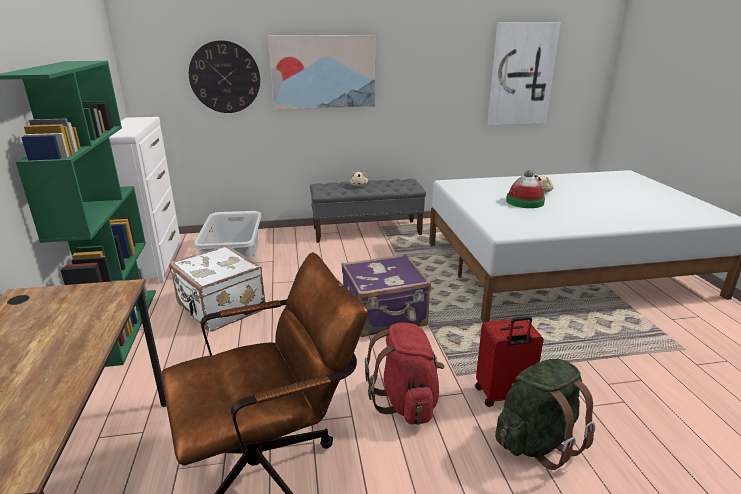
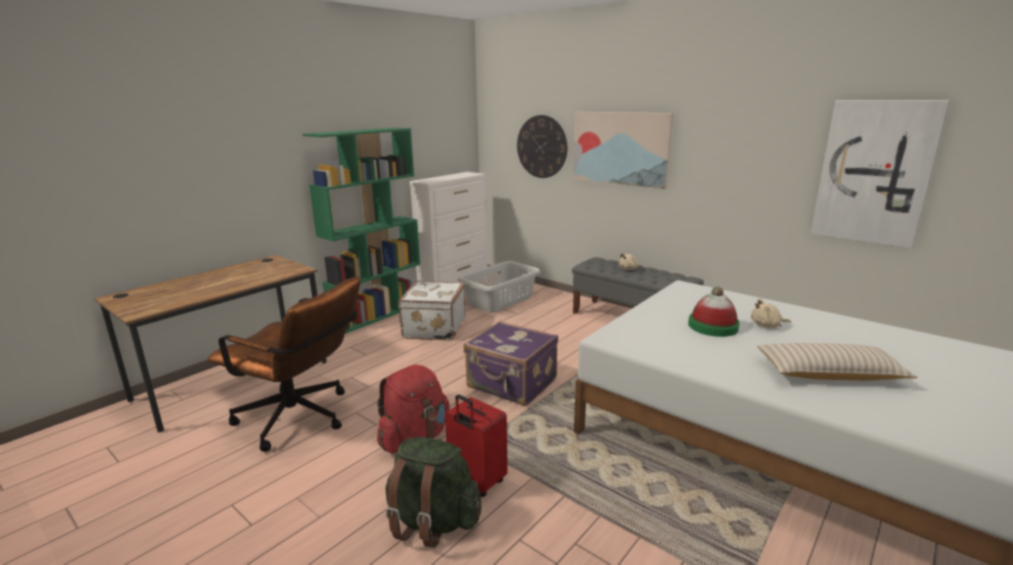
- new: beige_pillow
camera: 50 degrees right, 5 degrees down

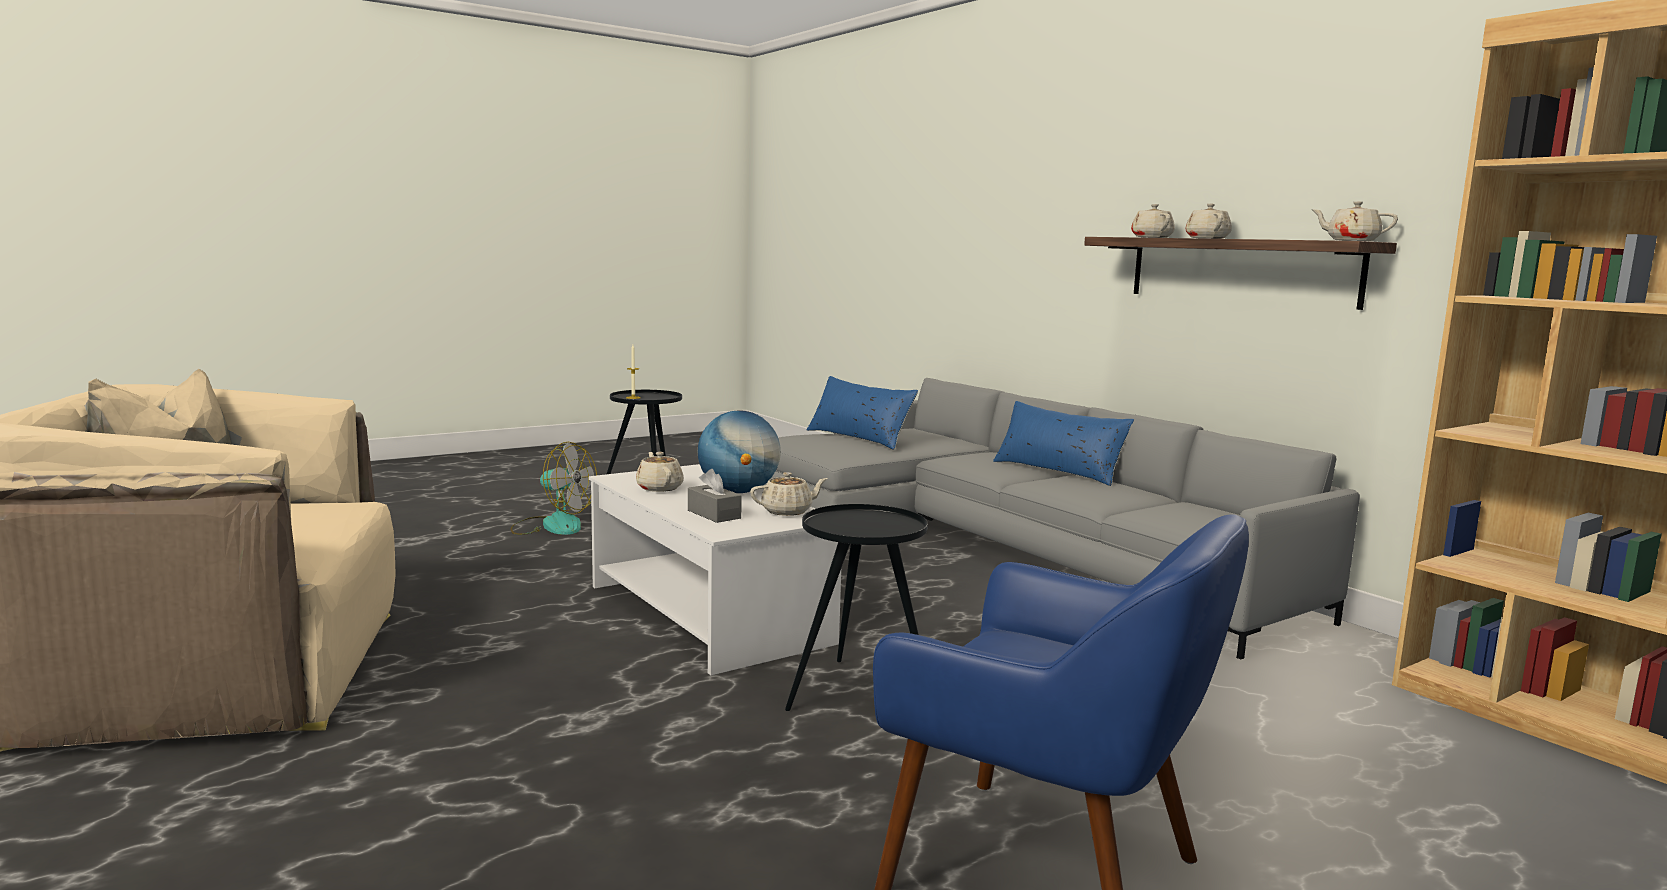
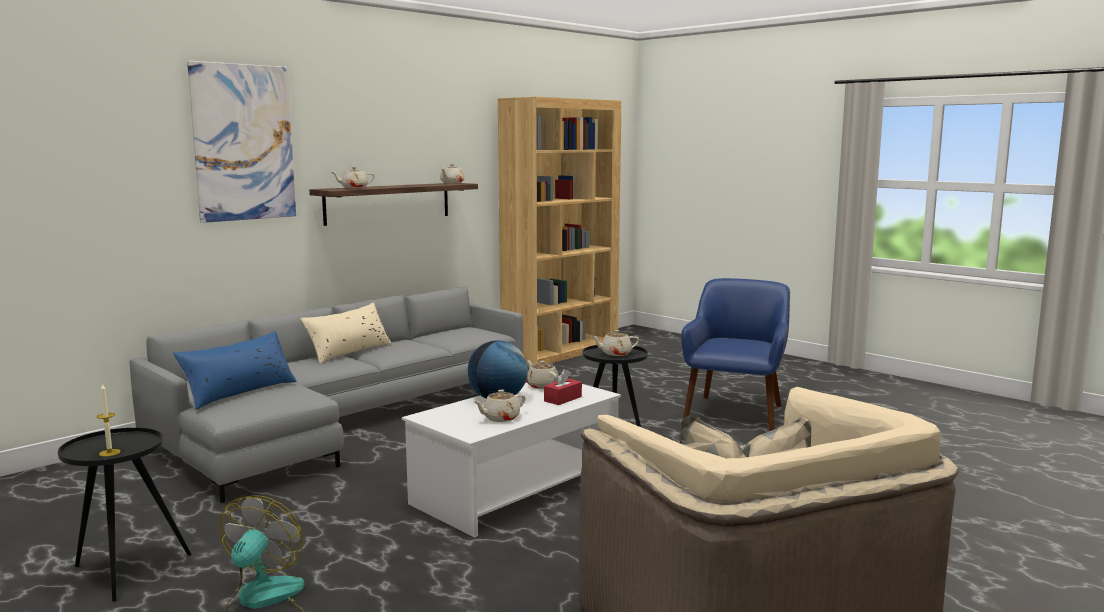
- repainted: grey_tissue_box to red_tissue_box
- repainted: blue_pillow (no. 2 from left) to beige_pillow
- shifted: beige_teapot (no. 4 from left in the first image) to beige_teapot (no. 5 from left)
- new: picture
camera: 100 degrees left, 0 degrees up

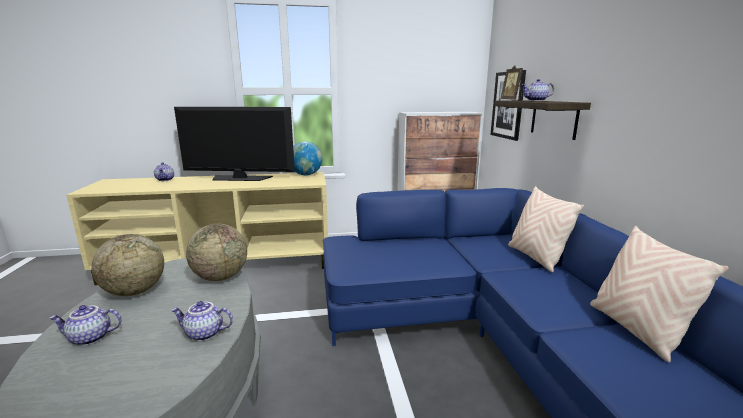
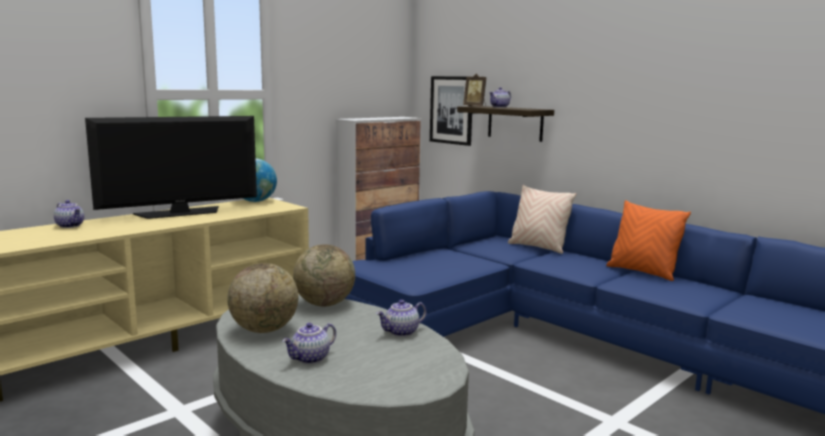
- repainted: beige_pillow (no. 2 from left) to orange_pillow
camera: 35 degrees left, 5 degrees down

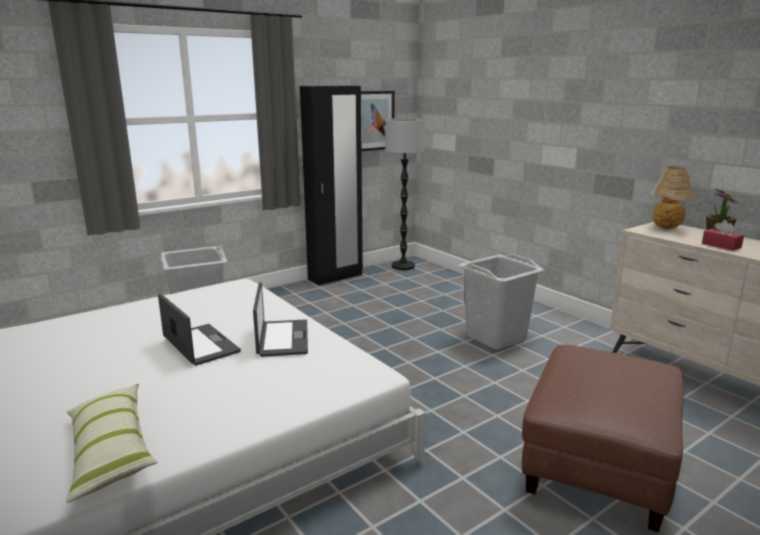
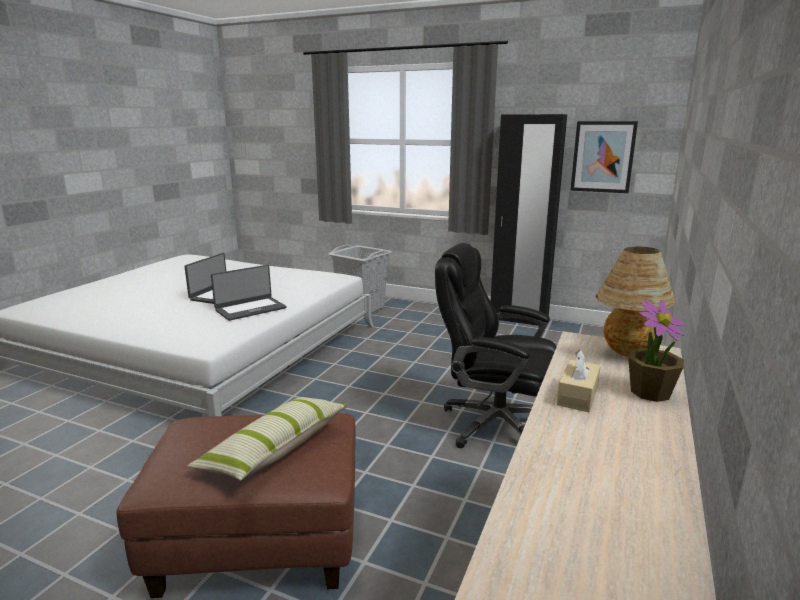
- shifted: pillow
- gone: floor_lamp
- swapped: grey_laundry_basket (no. 2 from left) to black_office_chair
- repainted: red_tissue_box to beige_tissue_box
camera: 60 degrees right, 0 degrees up

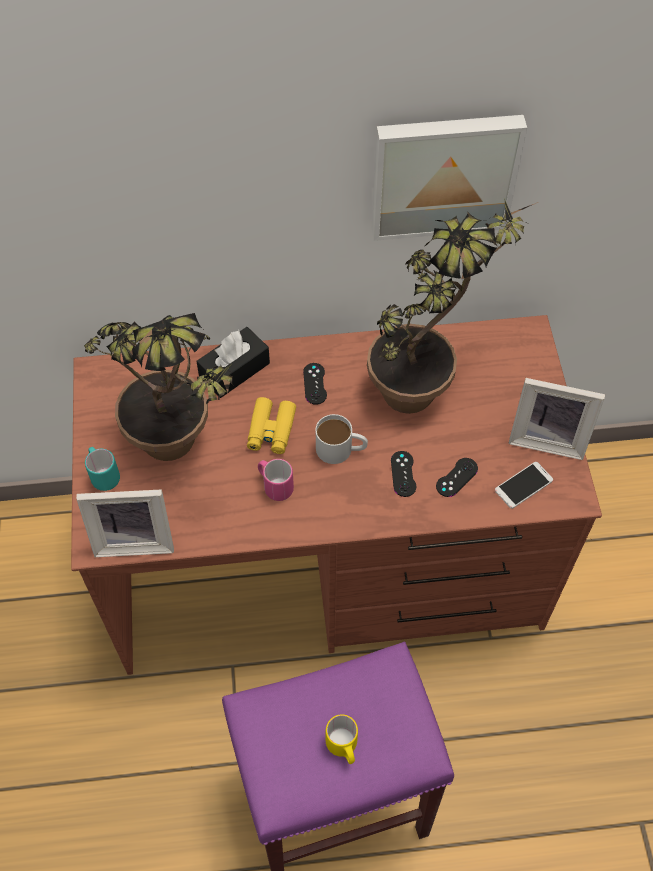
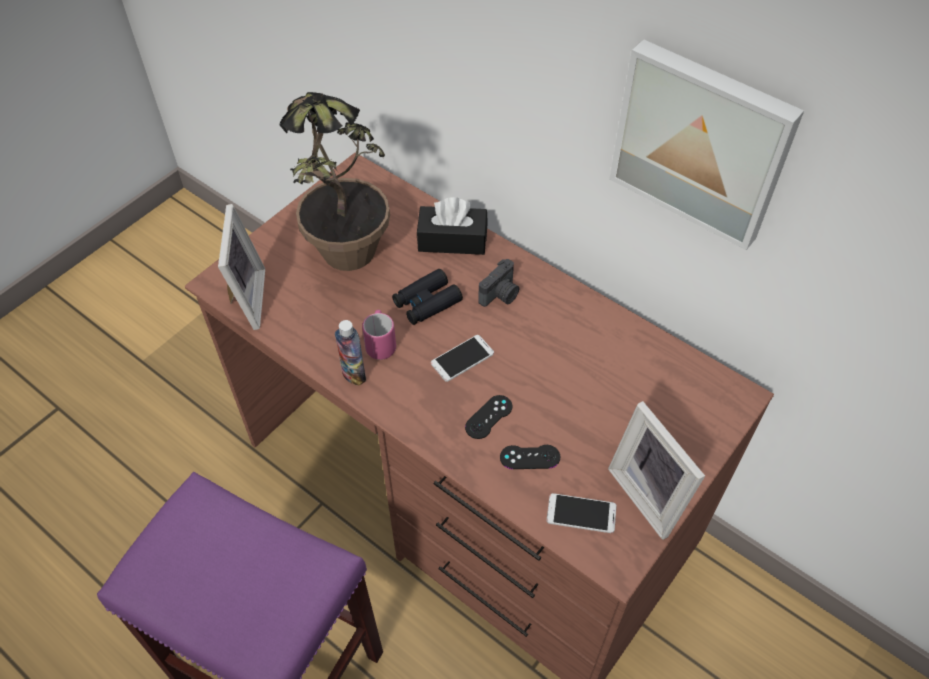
- rotated: picture_frame (no. 1 from left) 135 degrees counterclockwise
- gone: turquoise_mug
- repainted: yellow_binoculars to black_binoculars
- swapped: black_game_controller (no. 1 from left) to photo_camera
- swapped: white_mug to phone (no. 1 from left)
- gone: yellow_mug
- gone: potted_plant (no. 2 from left)
- new: bottle
camera: 45 degrees right, 5 degrees down

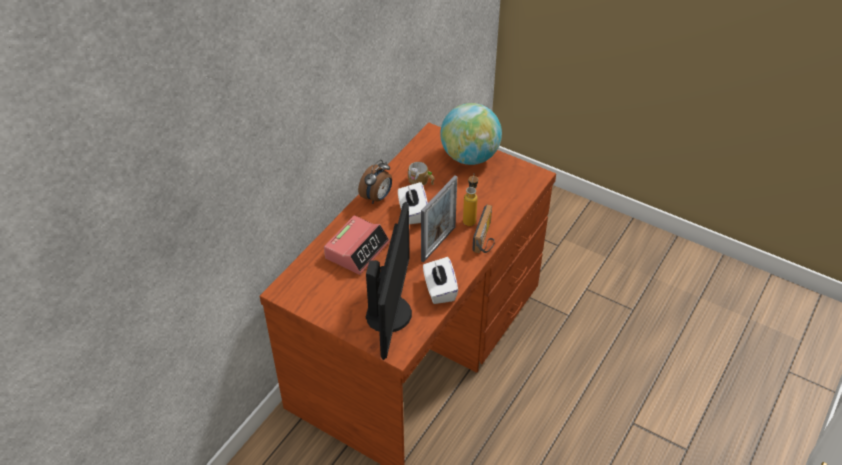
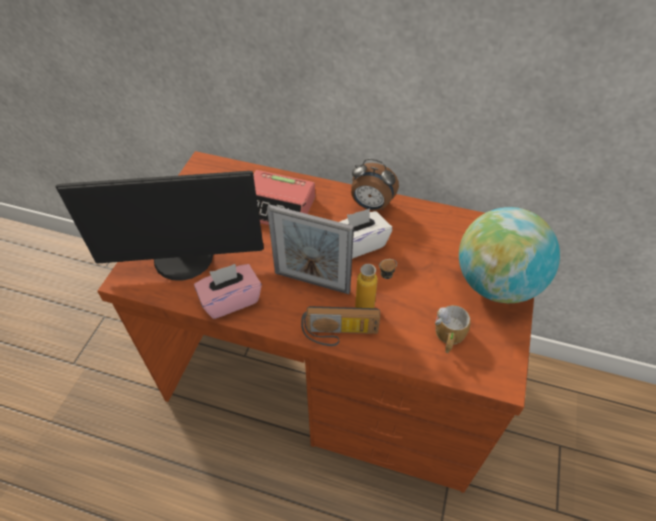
- shifted: mug
- repainted: white_tissue_box (no. 2 from left) to pink_tissue_box
camera: 75 degrees right, 5 degrees up

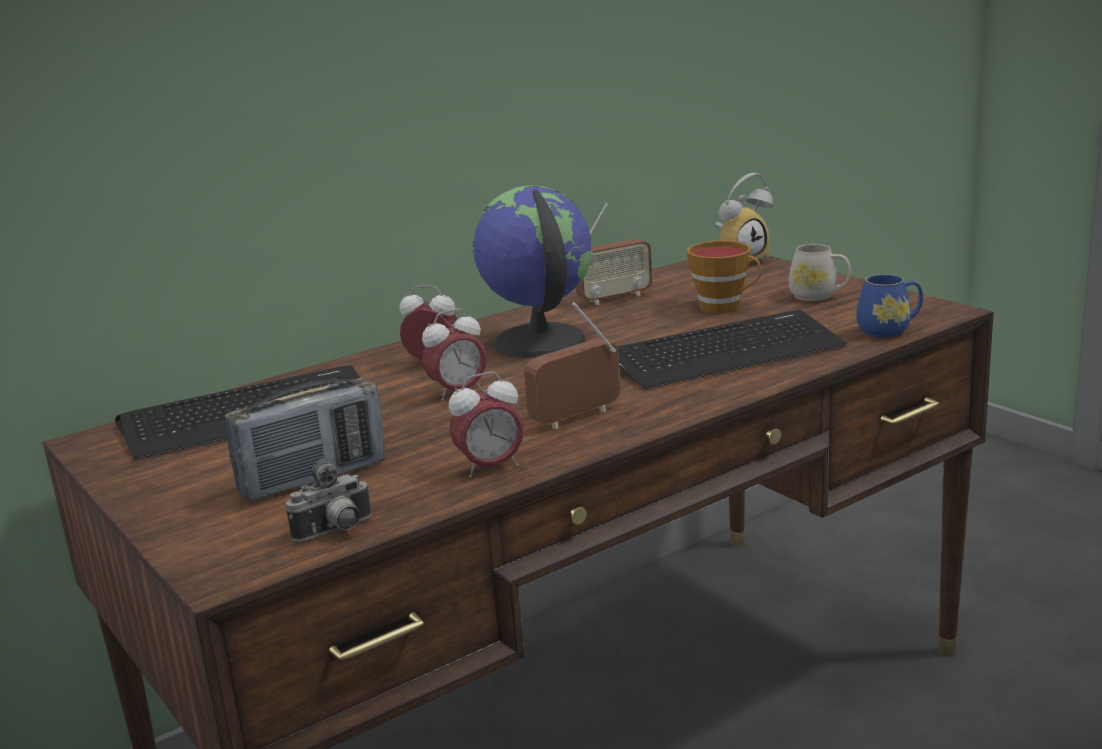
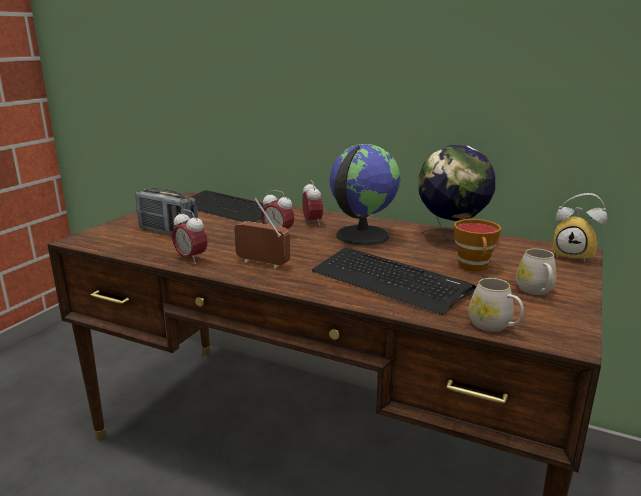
- gone: photo_camera
- swapped: radio (no. 3 from left) to globe (no. 2 from left)
- repainted: blue_mug to white_mug (no. 1 from left)
camera: 60 degrees right, 0 degrees up

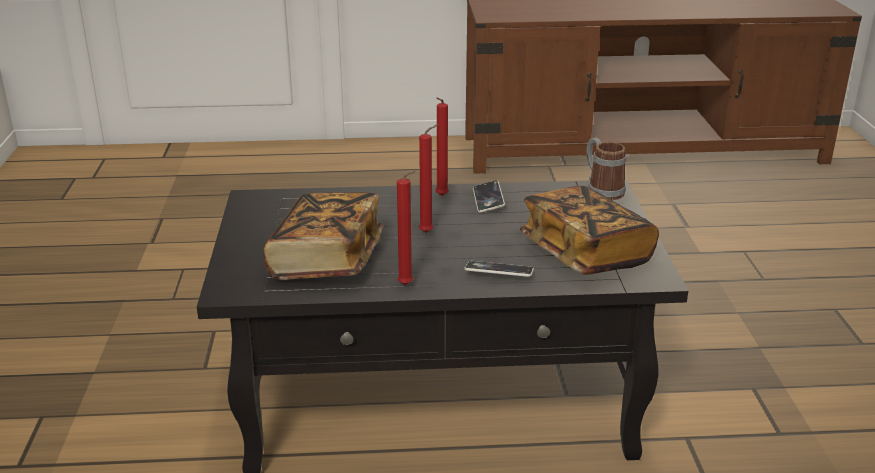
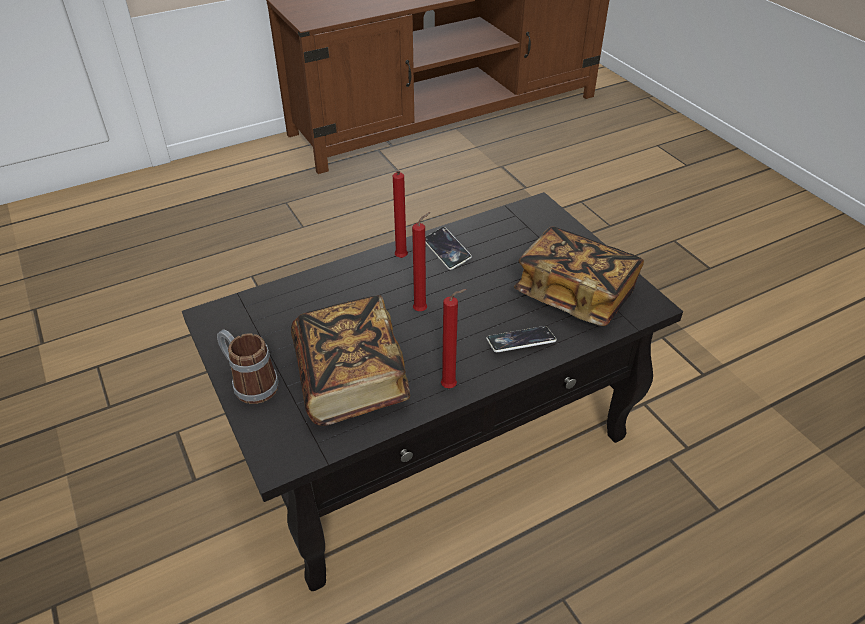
- shifted: mug
camera: 25 degrees left, 15 degrees up

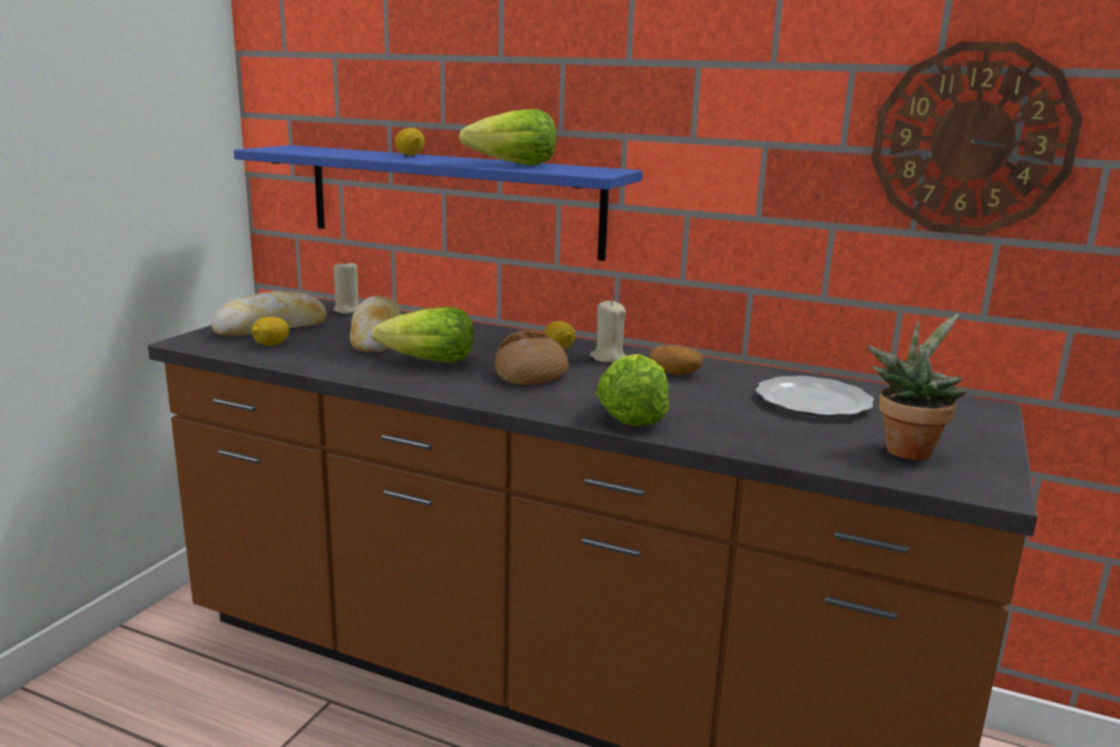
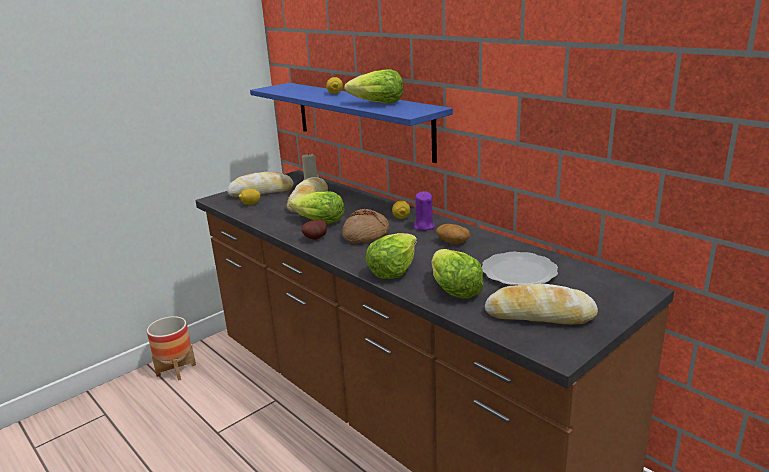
- repainted: beige_candle (no. 2 from left) to purple_candle
- swapped: potted_plant to bread (no. 4 from left)
- gone: wall_clock
- new: planter
- new: potato (no. 1 from left)
- new: lettuce (no. 4 from left)
camera: 25 degrees right, 5 degrees up

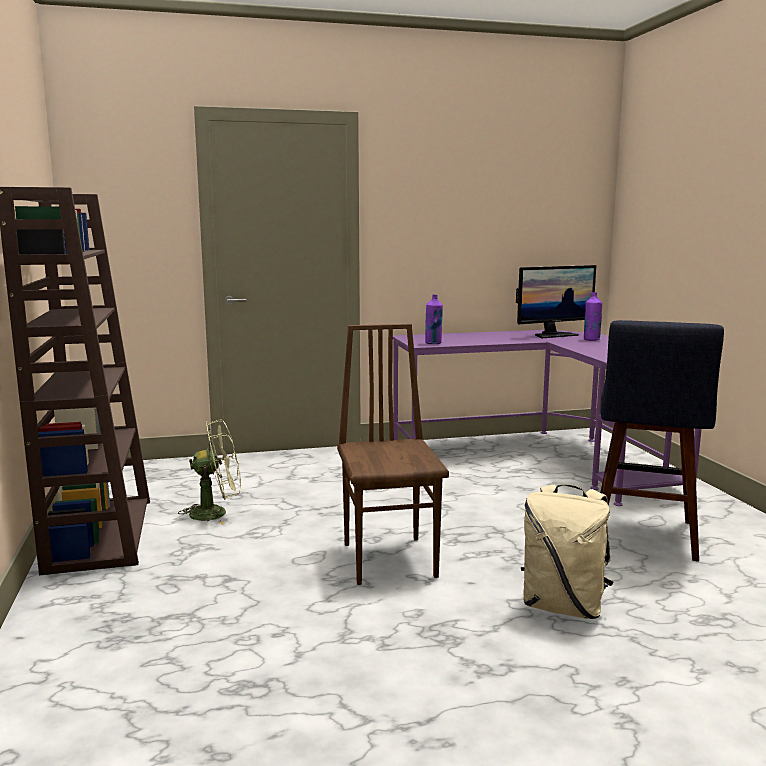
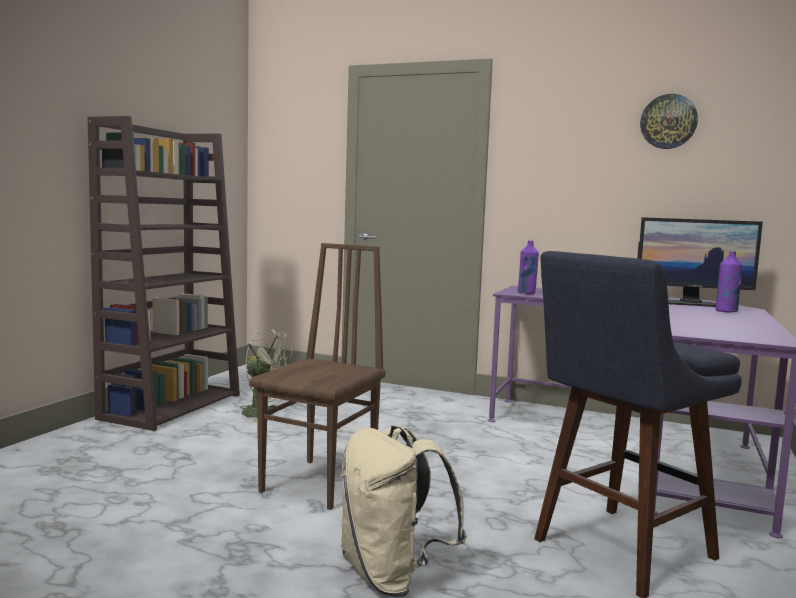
- new: wall_clock
camera: 35 degrees right, 5 degrees down

